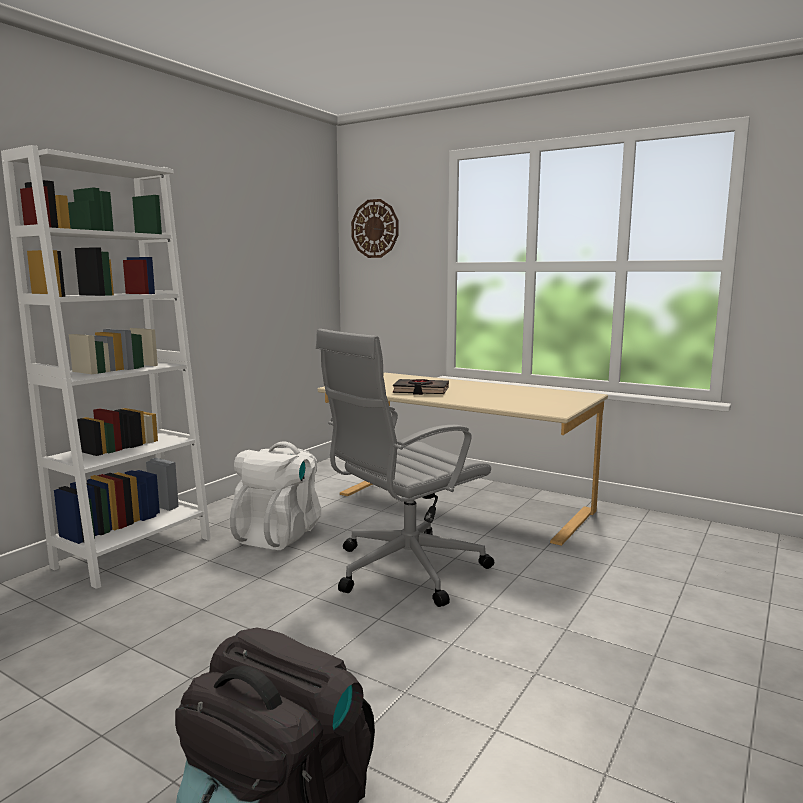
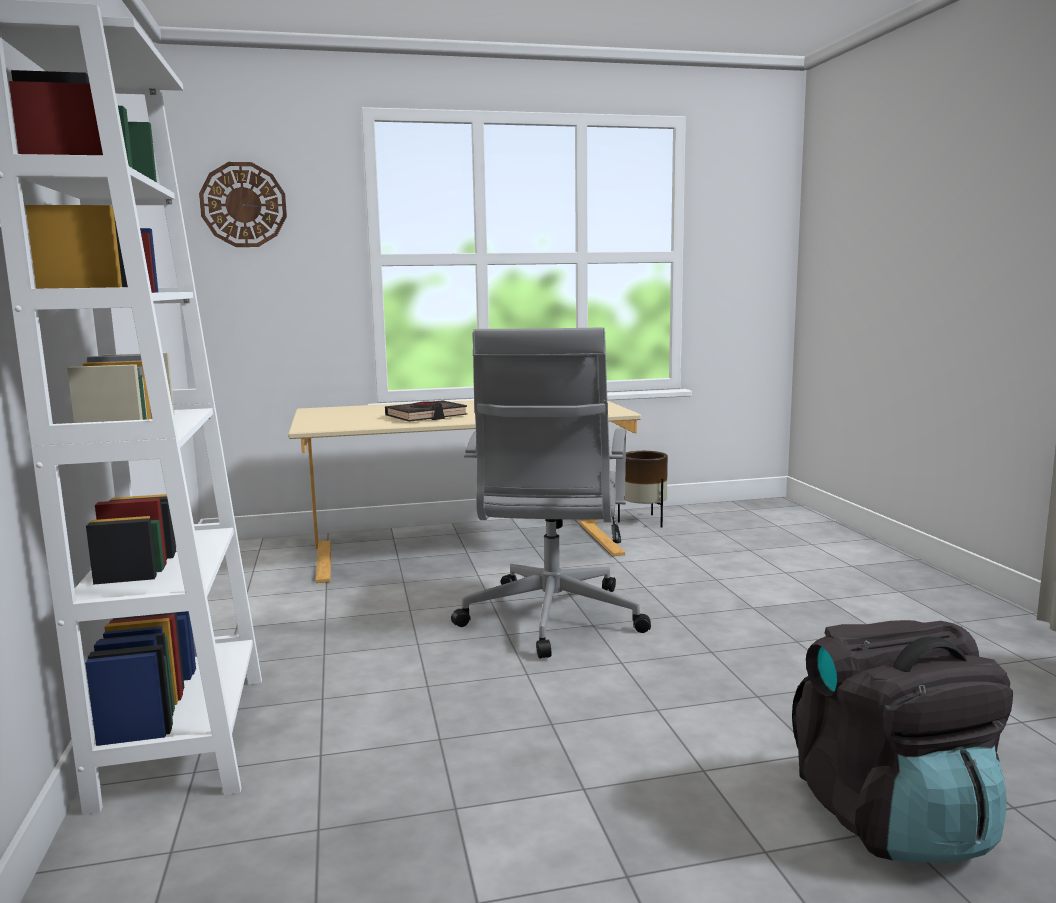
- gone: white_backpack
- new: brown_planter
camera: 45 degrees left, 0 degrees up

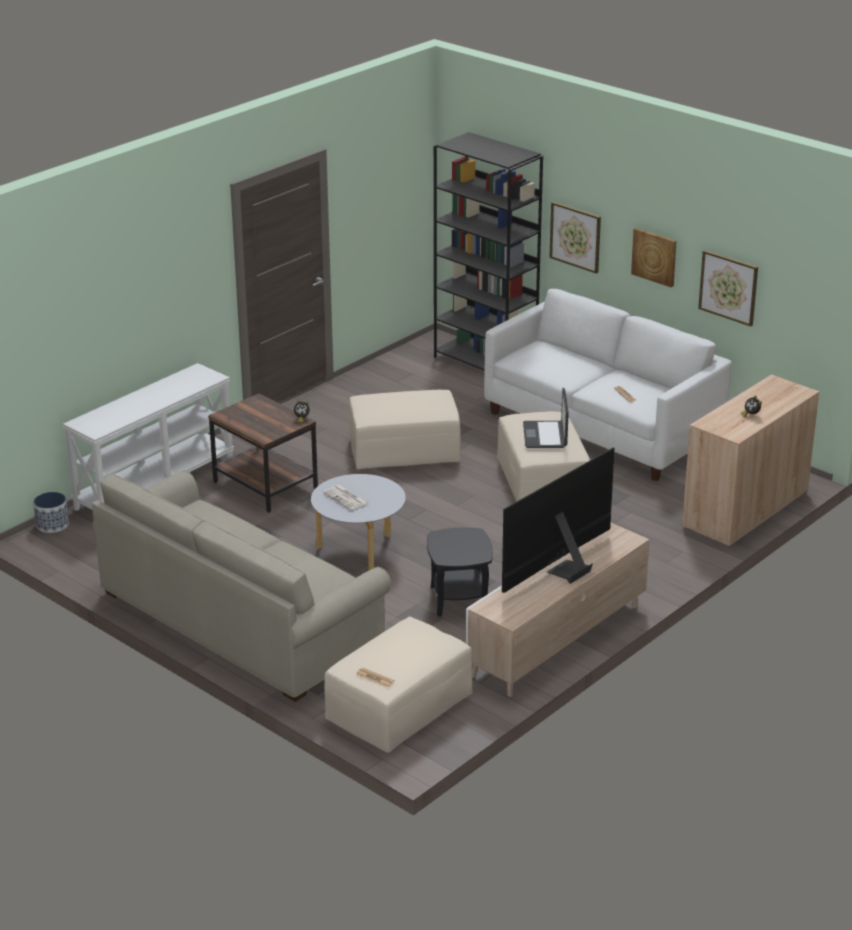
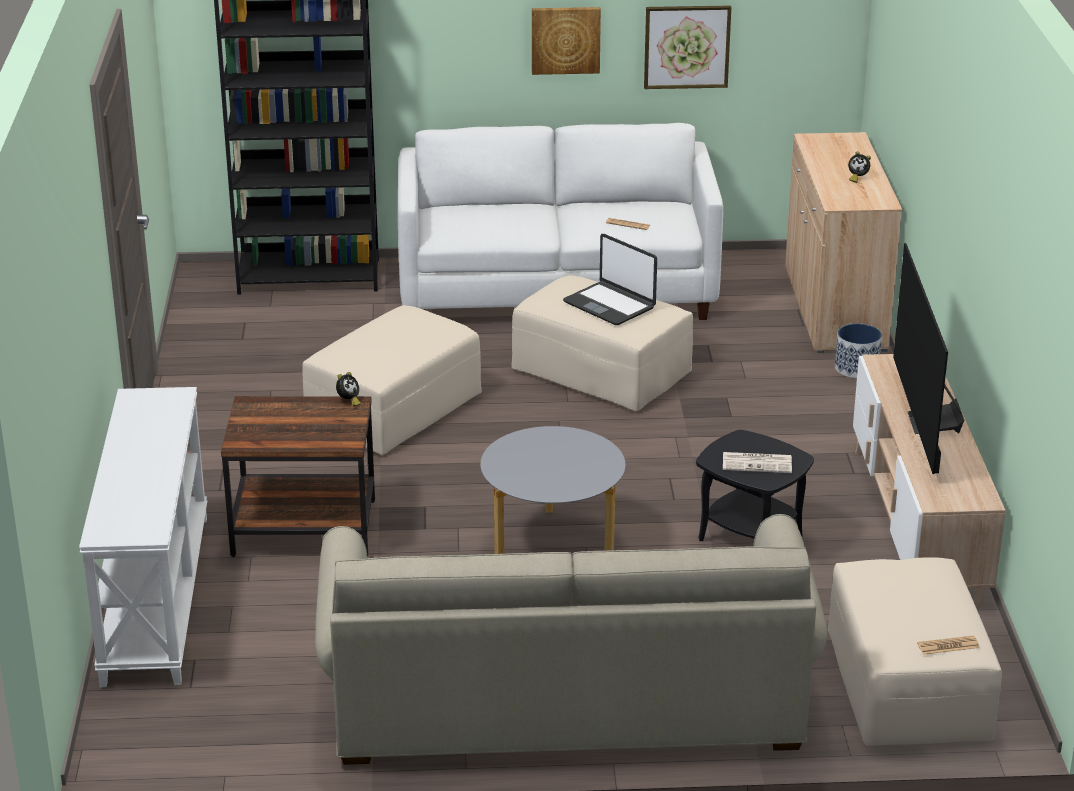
- shifted: planter
- shifted: newspaper (no. 1 from left in the first image) to newspaper (no. 2 from left)
- gone: picture (no. 1 from left)
camera: 45 degrees left, 0 degrees up

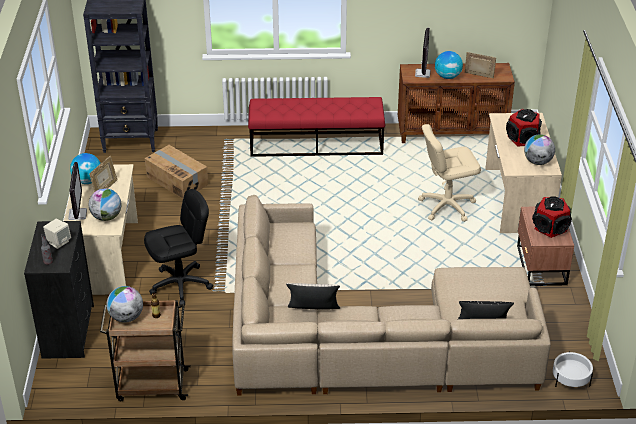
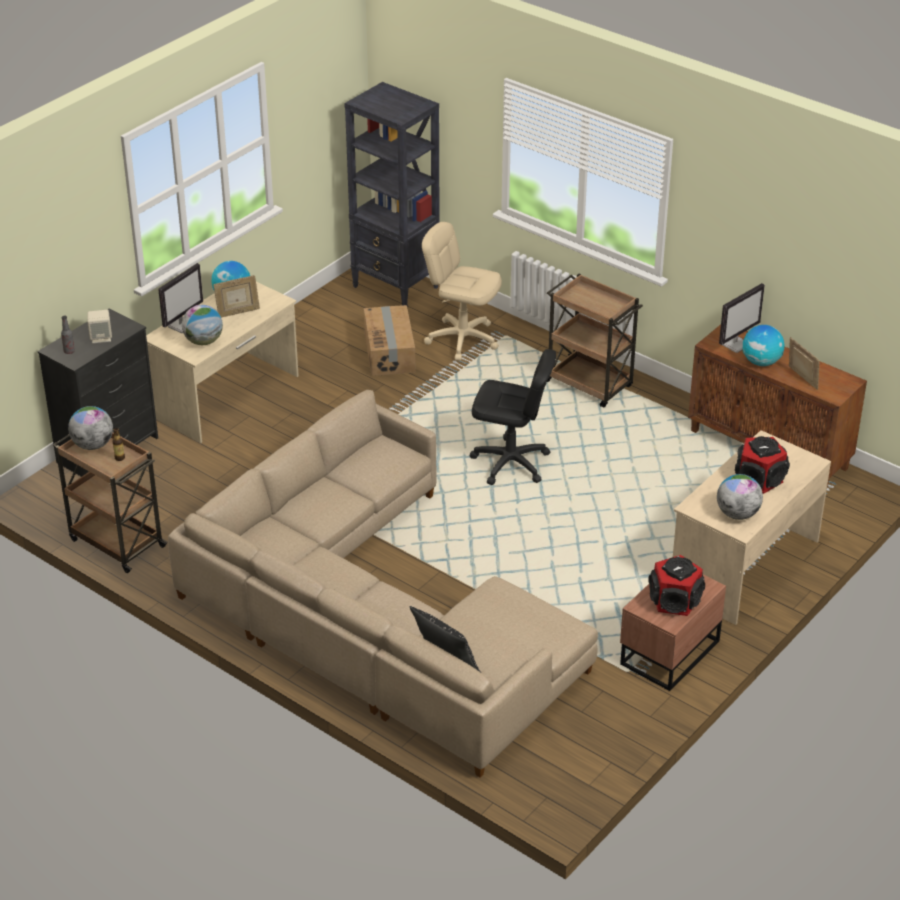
- shifted: black_office_chair
- swapped: red_bench to brown_cart (no. 2 from left)
- gone: beige_pillow
- shifted: beige_office_chair
- gone: white_planter
camera: 40 degrees right, 0 degrees up

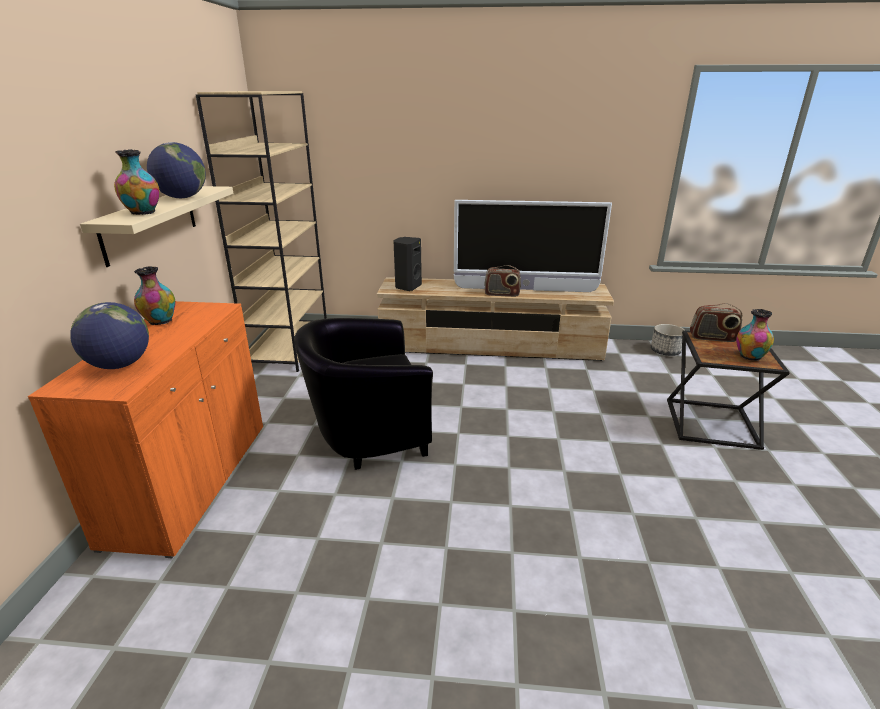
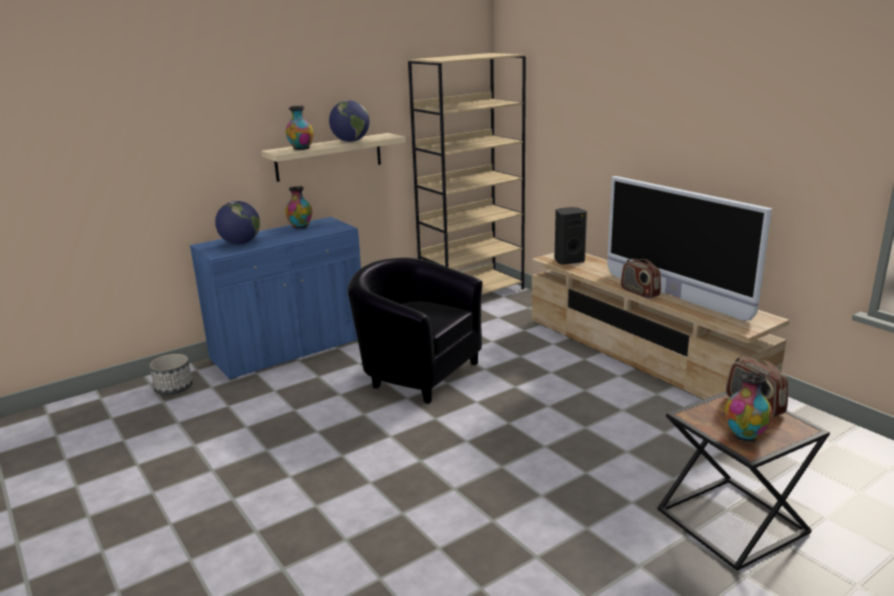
- repainted: orange_cabinet to blue_cabinet
- shifted: planter
camera: 50 degrees right, 5 degrees down

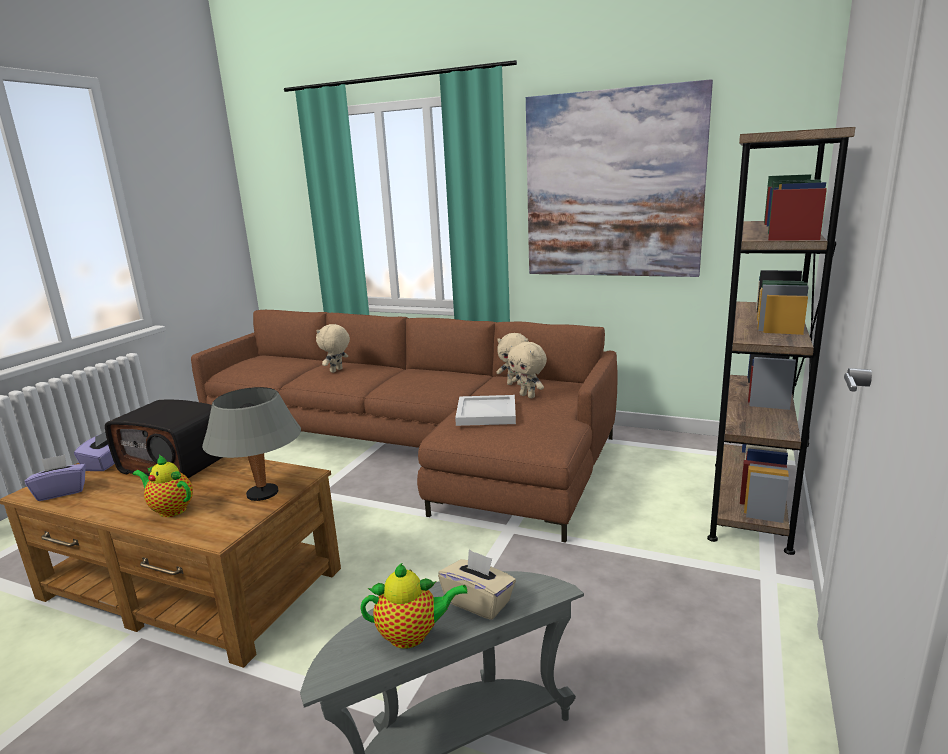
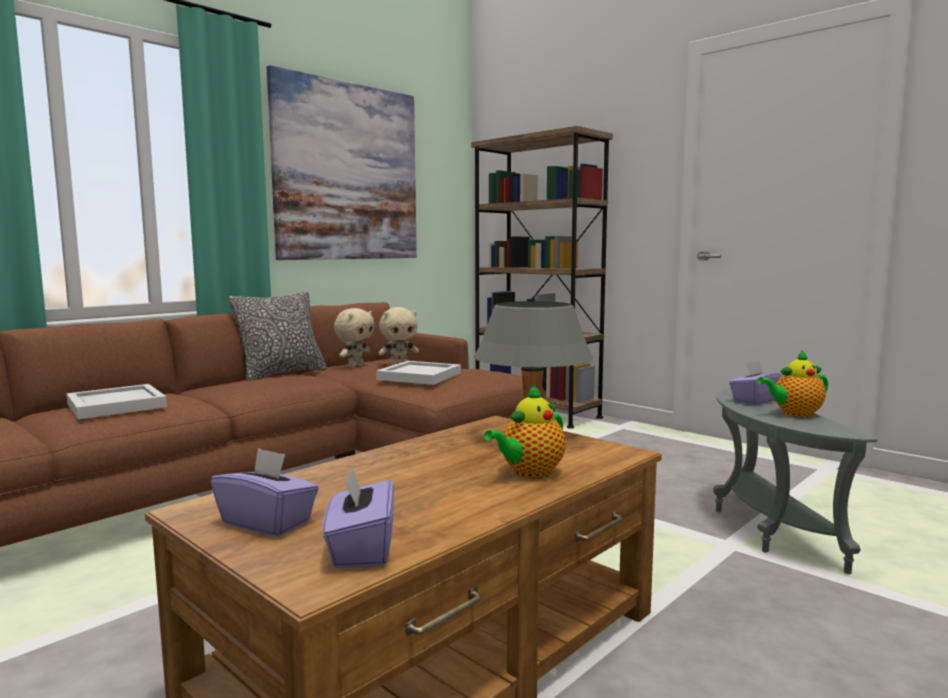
- gone: radio
- swapped: beige_plush_toy (no. 1 from left) to white_tray (no. 1 from left)
- rotated: teapot (no. 2 from left) 120 degrees counterclockwise
- repainted: beige_tissue_box to purple_tissue_box (no. 3 from left)
- new: pillow
camera: 70 degrees left, 10 degrees down

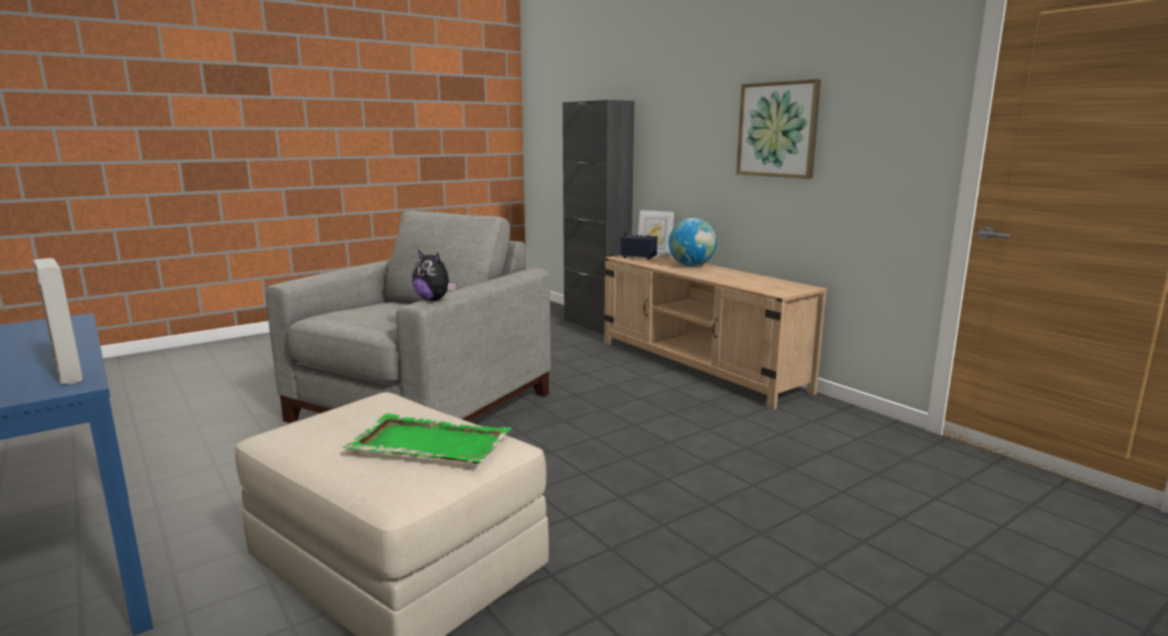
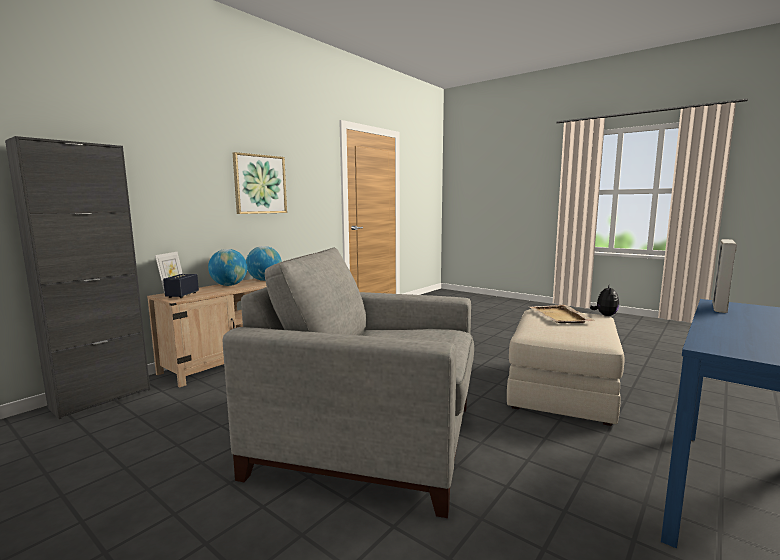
- repainted: green_tray to beige_tray
- shifted: plush_toy
- new: globe (no. 2 from left)
camera: 105 degrees left, 5 degrees down

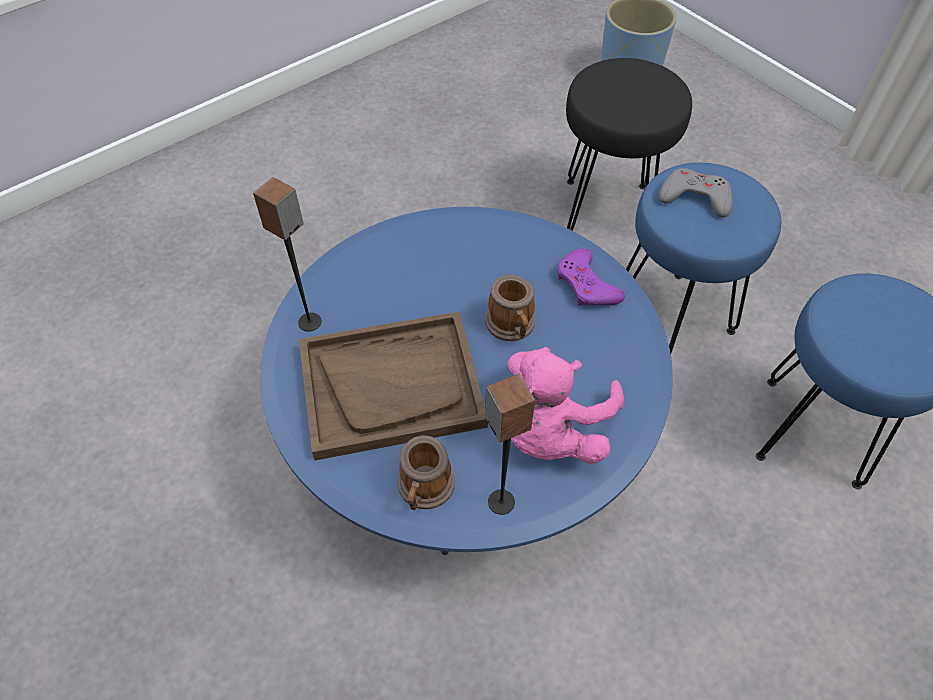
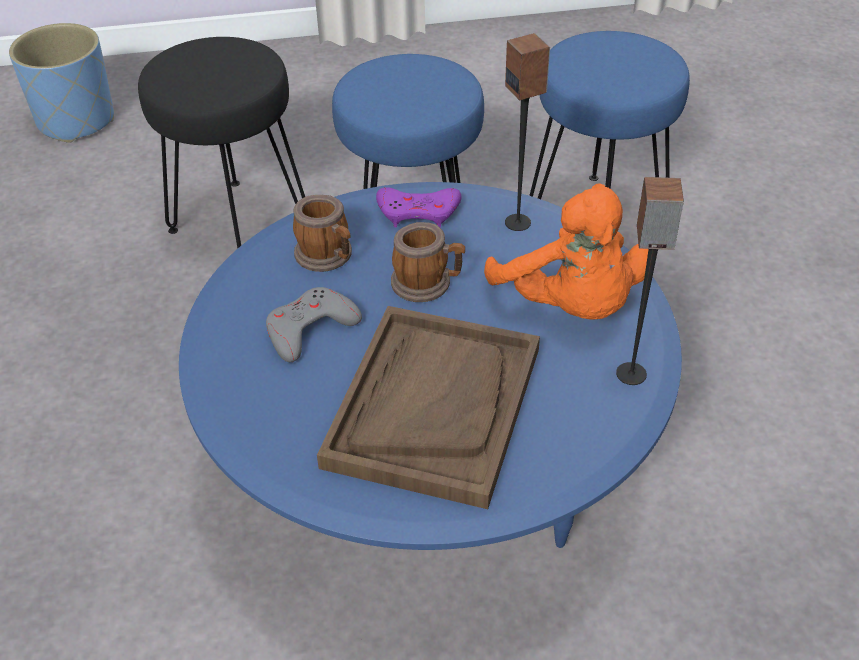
- shifted: speaker (no. 1 from left)
- shifted: mug (no. 1 from left)
- repainted: pink_plush_toy to orange_plush_toy
- shifted: grey_game_controller
camera: 60 degrees left, 10 degrees down

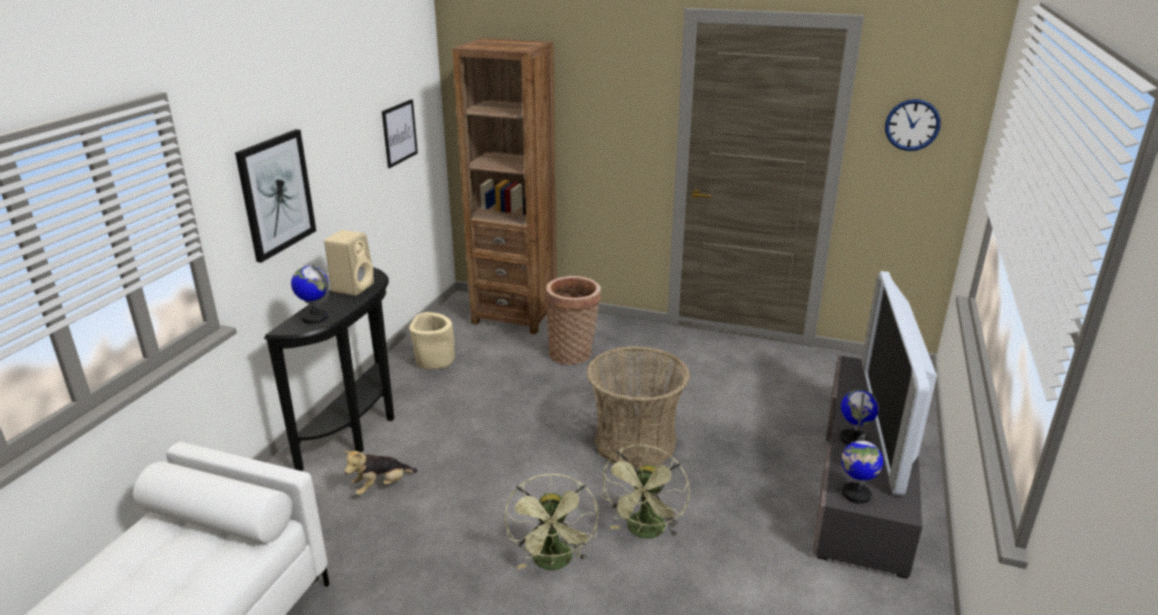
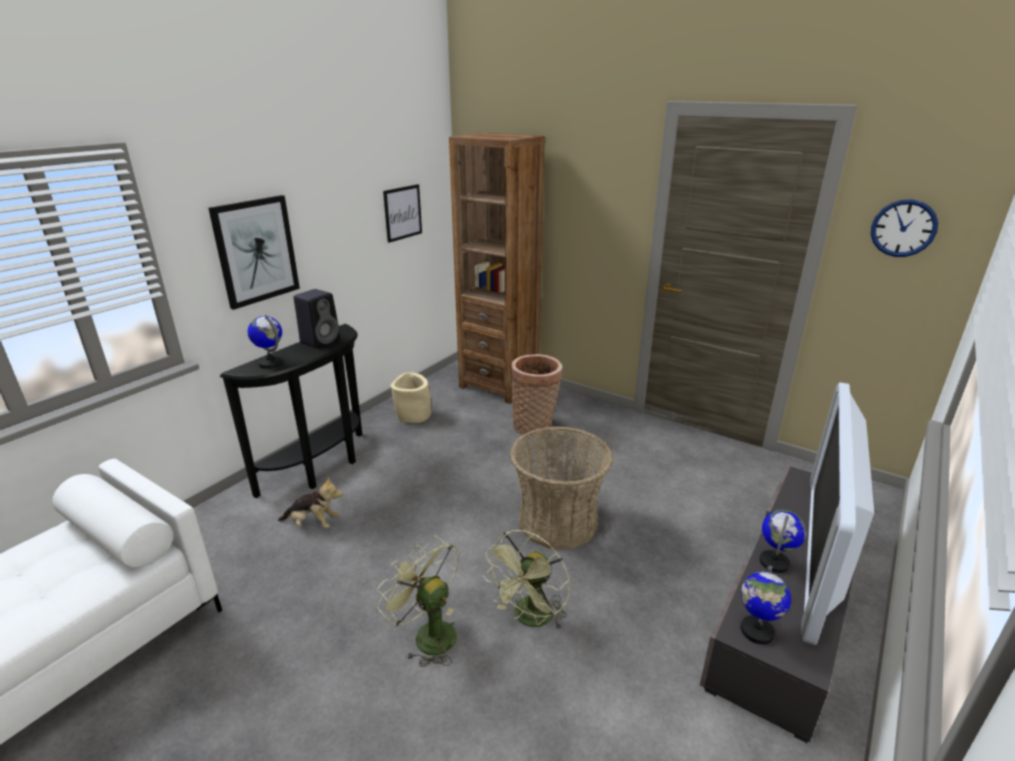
- repainted: beige_speaker to black_speaker
- rotated: plush_toy 150 degrees counterclockwise
- rotated: green_fan (no. 1 from left) 120 degrees clockwise
camera: 15 degrees right, 0 degrees up

